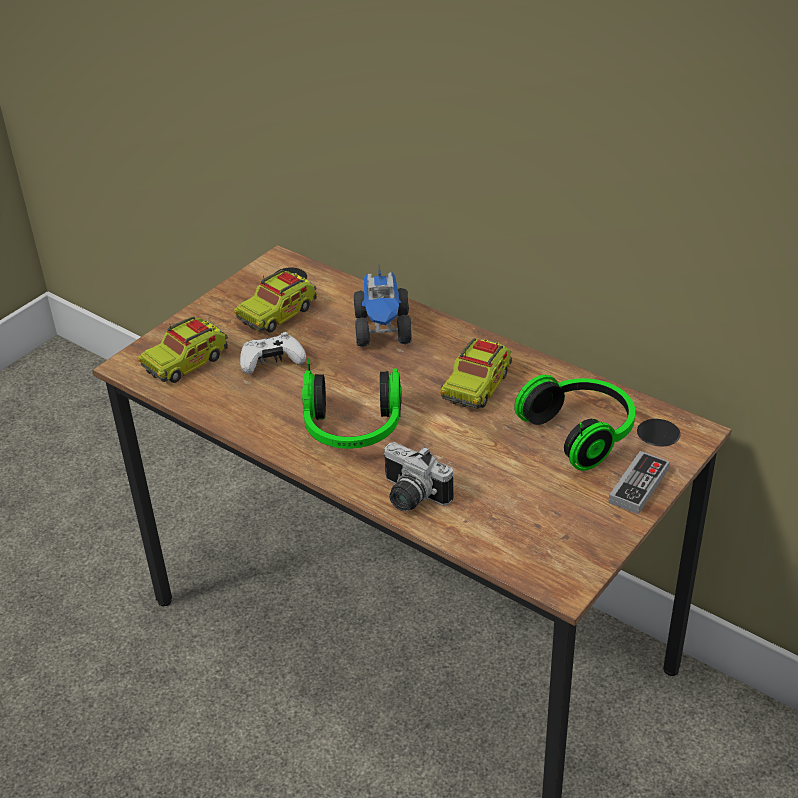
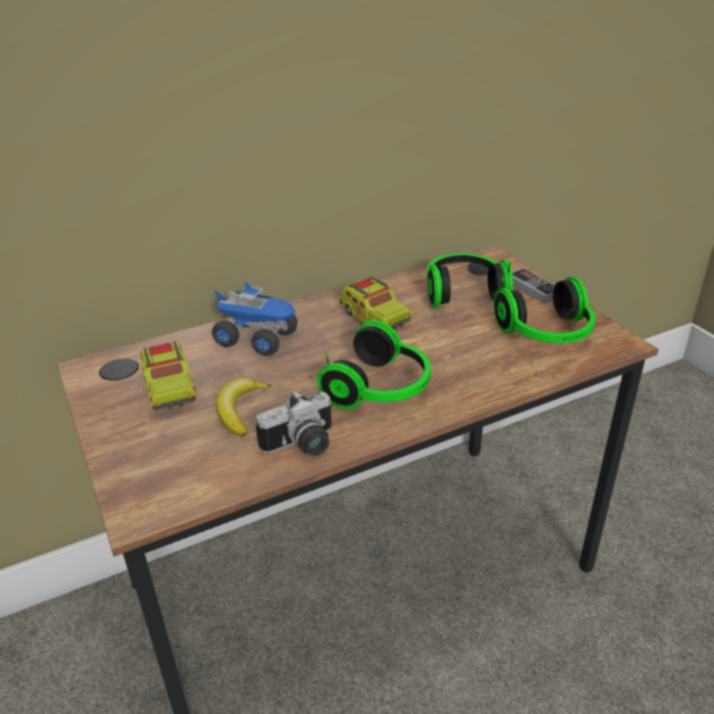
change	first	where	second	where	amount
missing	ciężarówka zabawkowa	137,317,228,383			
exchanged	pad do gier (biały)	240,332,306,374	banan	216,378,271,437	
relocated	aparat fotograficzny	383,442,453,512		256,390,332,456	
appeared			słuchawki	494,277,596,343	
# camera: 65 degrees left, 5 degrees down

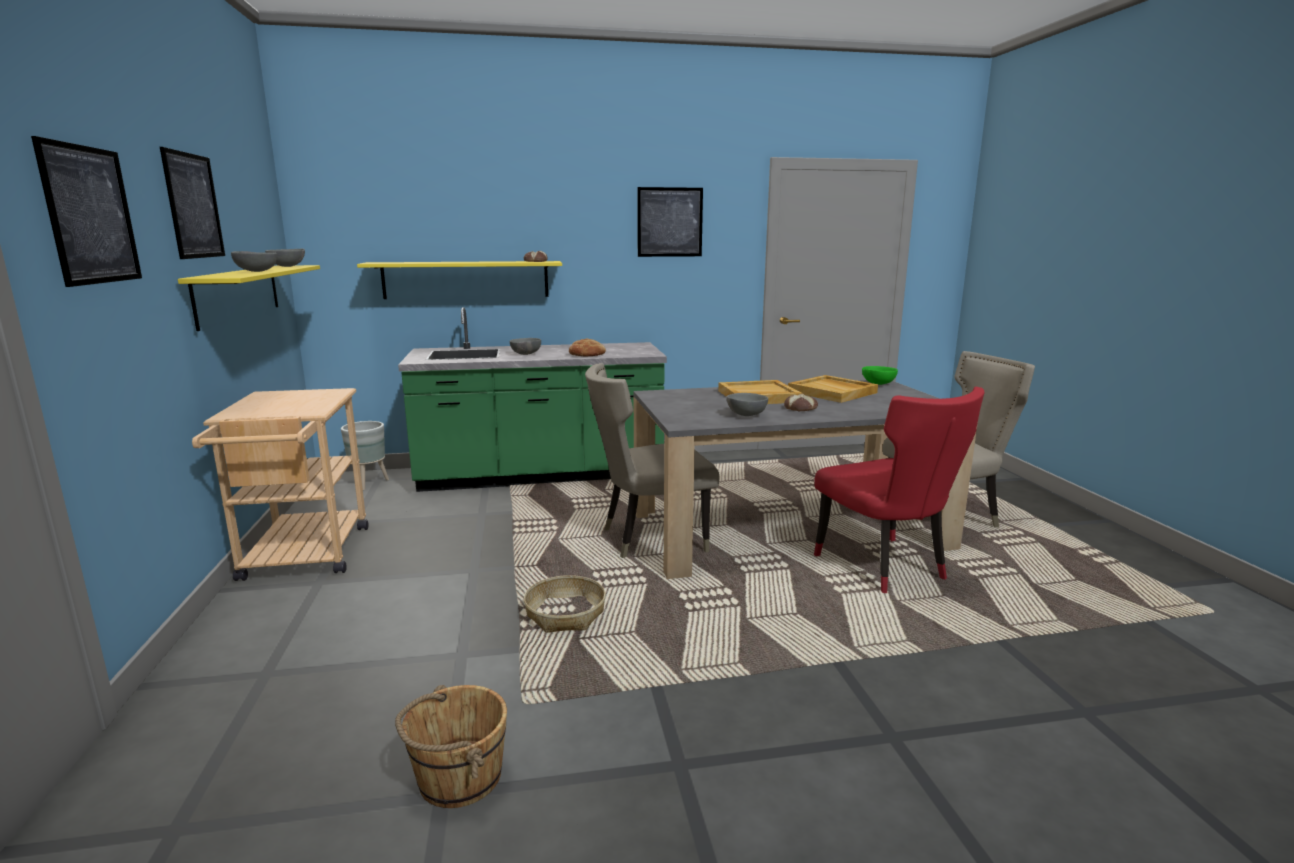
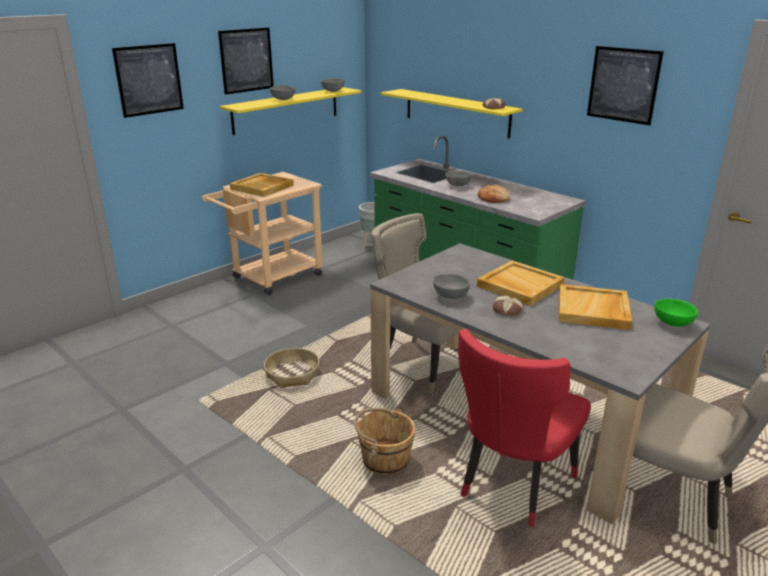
change	first	where	second	where	amount
relocated	wiadro (brązowy)	395,685,507,808		354,408,415,475	
appeared			taca (beżowy)	230,173,294,197	
# camera: 55 degrees right, 10 degrees up

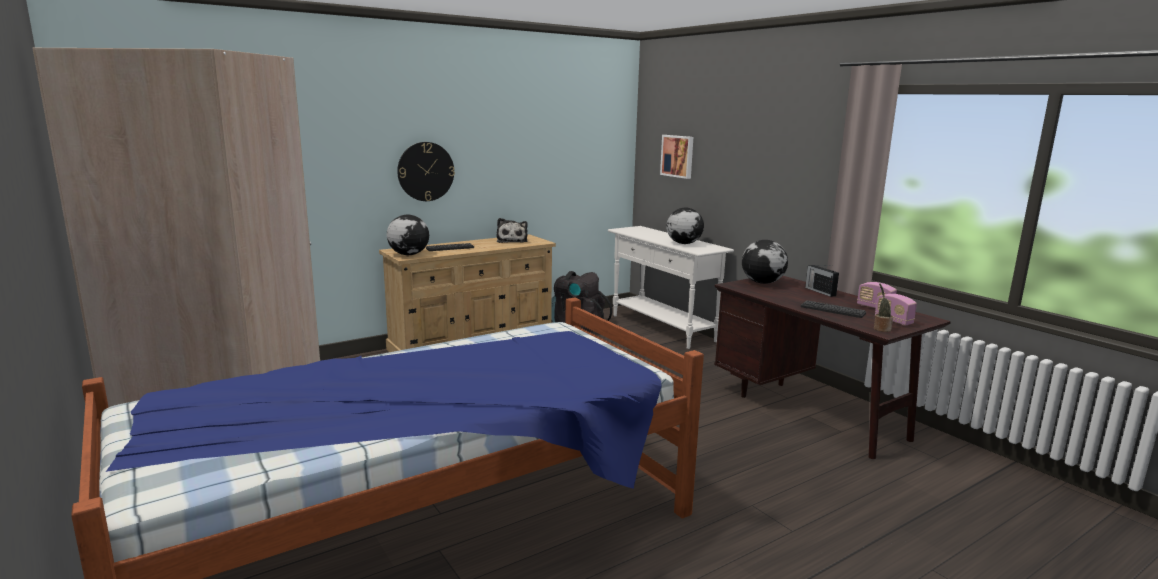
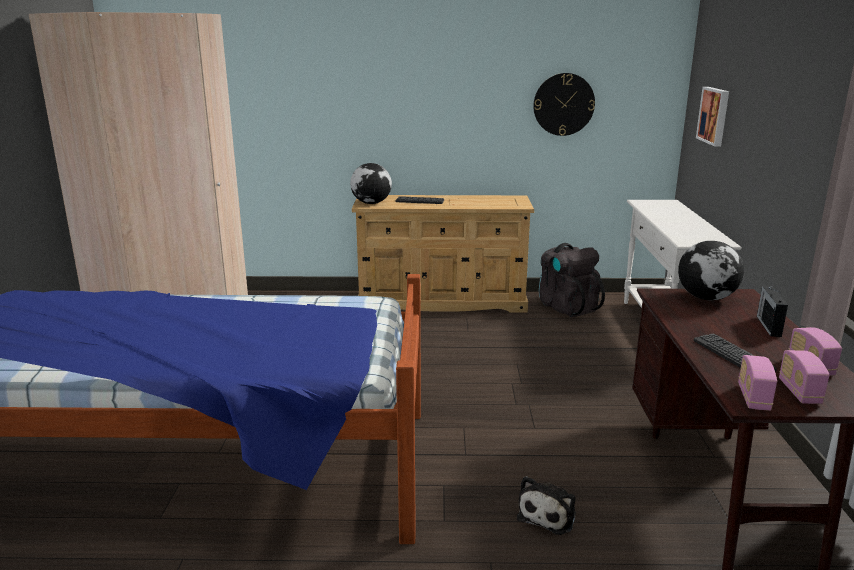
change	first	where	second	where	amount
relocated	zegar ścienny	397,142,455,201		533,73,595,136	
missing	globus	666,207,704,244			
relocated	pluszak	496,218,528,243		517,476,576,535	
exchanged	roślina doniczkowa	874,283,893,332	radio	738,355,777,411	
# camera: 35 degrees right, 5 degrees up

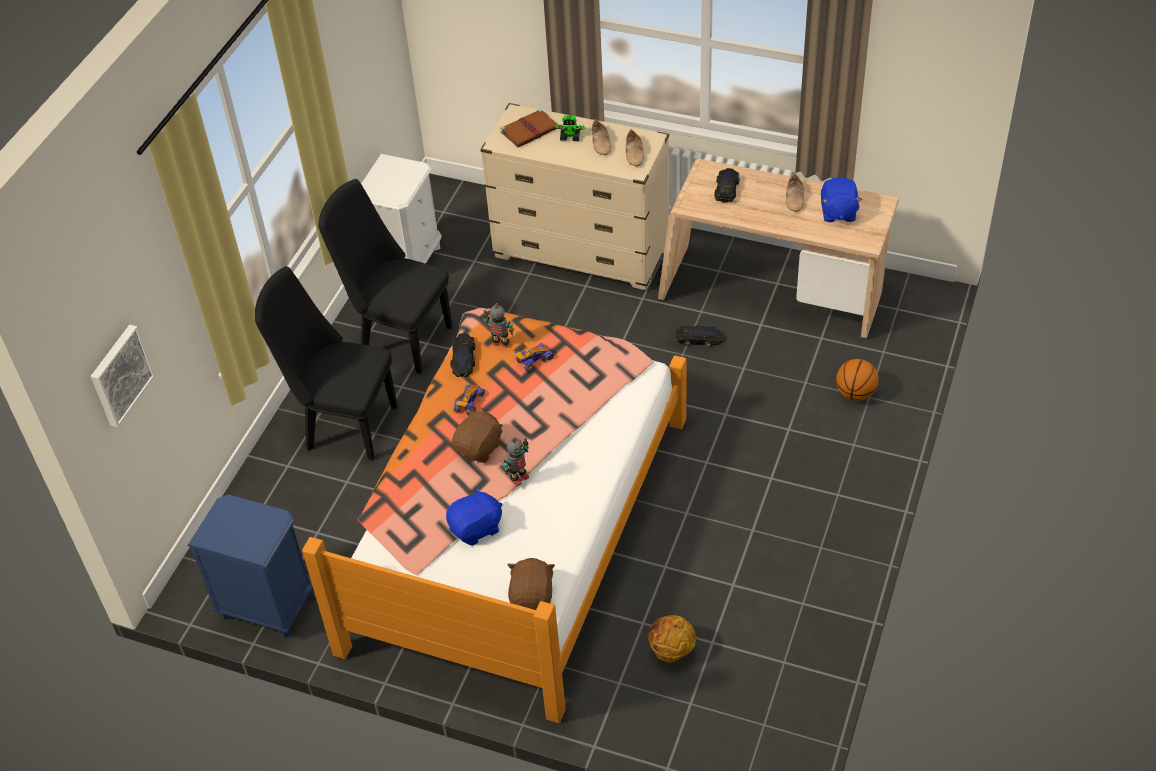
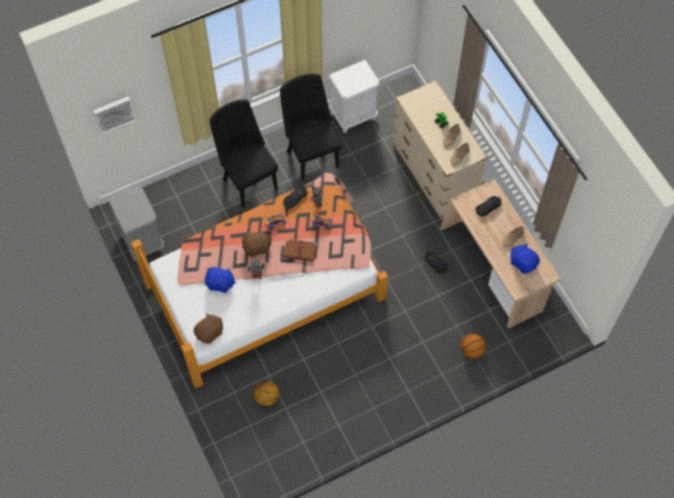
change	first	where	second	where	amount
relocated	książka (brązowy)	500,109,558,147		283,239,319,261	
spun	pluszak (niebieski)	821,177,862,222		510,243,540,274	90 degrees clockwise
colour	szafka nocna (niebieski)	187,494,314,638	szafka nocna (szary)	108,187,164,261	
# camera: 40 degrees right, 15 degrees up

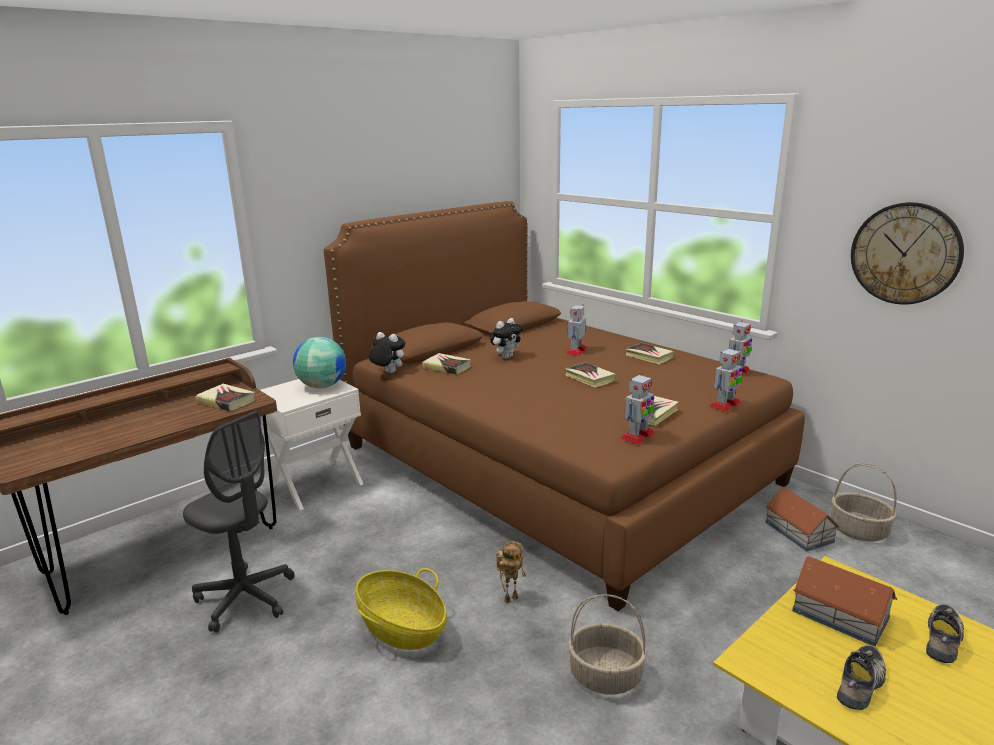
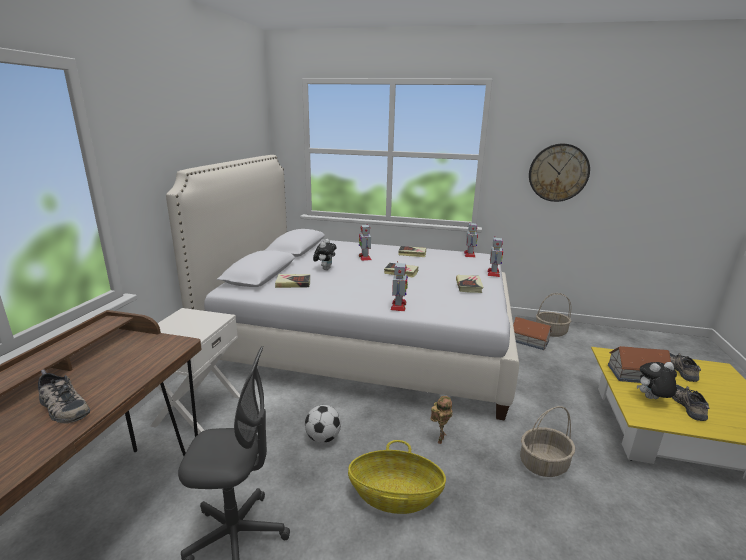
change	first	where	second	where	amount
colour	łóżko (brązowy)	324,201,805,611	łóżko (biały)	166,155,519,421	
relocated	pluszak	368,332,405,373		637,362,677,399	
missing	globus	293,337,346,388			
relocated	robot zabawkowy	621,373,655,445		391,261,408,311	
missing	książka	195,384,255,411			
appeared			but	38,369,90,423	
appeared			piłka futbolowa	305,405,341,443	
# camera: 35 degrees left, 0 degrees up

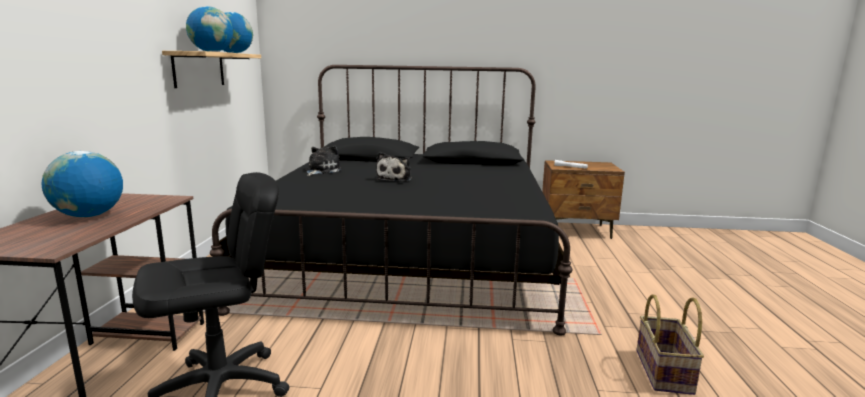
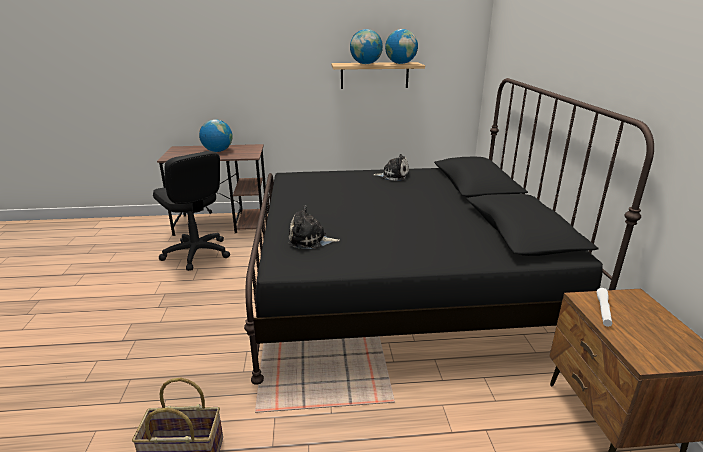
change	first	where	second	where	amount
relocated	pluszak	375,152,412,182		288,205,340,249	
# camera: 80 degrees right, 10 degrees up

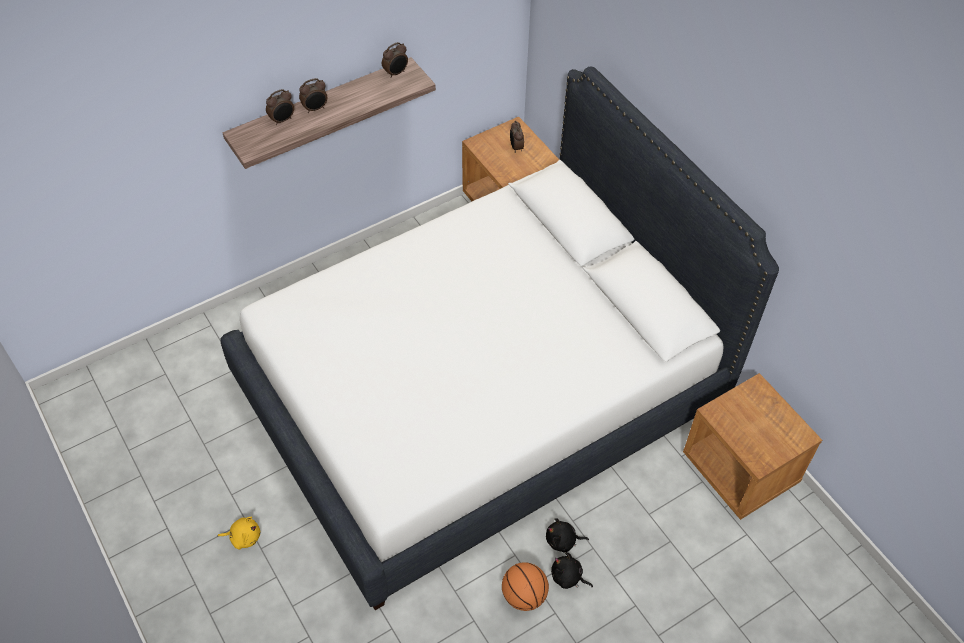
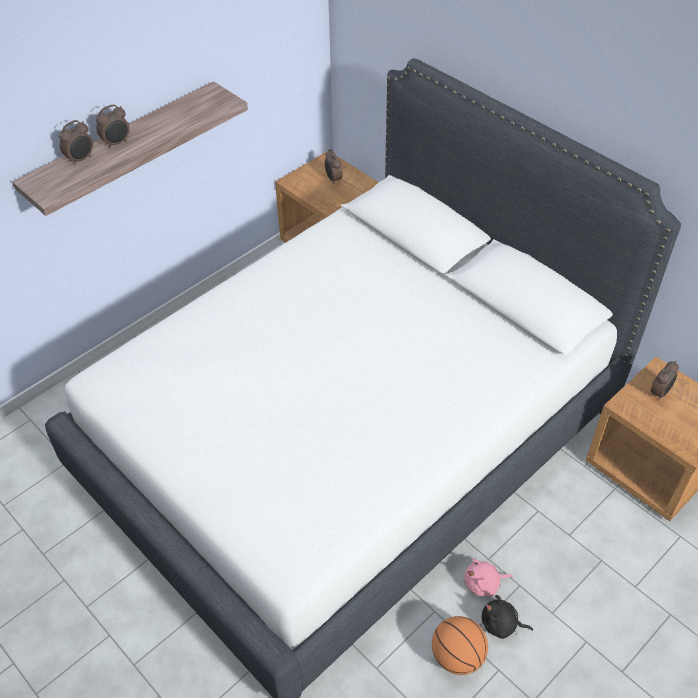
change	first	where	second	where	amount
relocated	budzik	382,42,408,78		650,361,679,400	
missing	pluszak (żółty)	217,516,260,549			
colour	pluszak (czarny)	546,518,589,552	pluszak (różowy)	464,559,513,597	
# camera: 10 degrees left, 5 degrees down

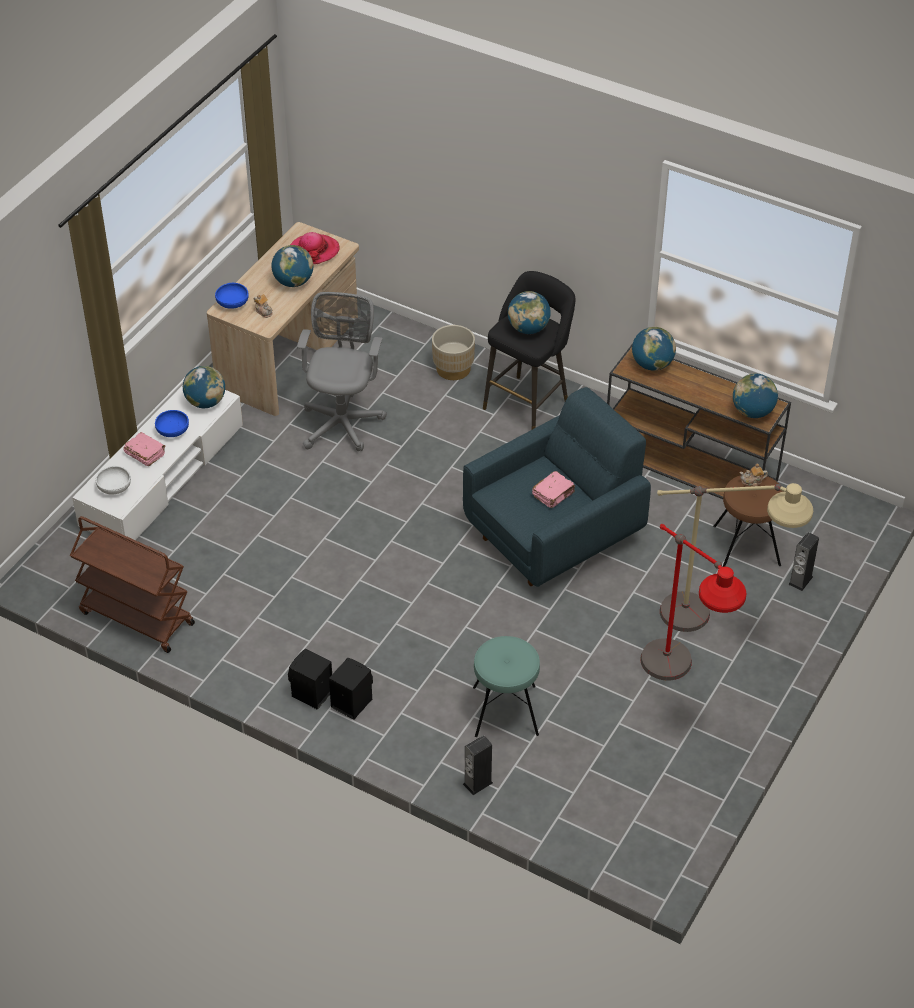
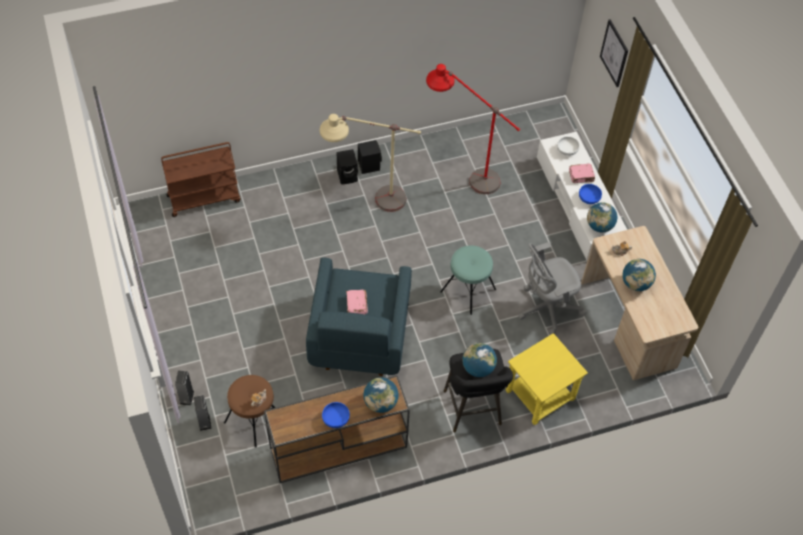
change	first	where	second	where	amount
missing	kapelusz	290,232,340,264			
relocated	miska (niebieski)	215,283,249,309		322,402,350,428	
spun	krzesło biurowe (szary)	297,292,387,451		518,242,587,334	105 degrees clockwise
exchanged	donica (beżowy)	432,325,475,380	stolik (żółty)	506,333,588,425	
missing	globus	733,373,778,418			
relocated	lampa stojąca (beżowy)	657,483,813,632		320,114,421,212	
relocated	wózek (brązowy)	70,516,195,653		161,142,240,217	
relocated	lampa stojąca (czerwony)	640,524,747,680		426,64,520,194	
relocated	stołek (turkusowy)	473,636,540,737		440,245,496,315	
relocated	głośnik	463,735,493,795		175,370,194,406	
appeared			obraz	600,19,628,87	
# camera: 130 degrees right, 10 degrees up

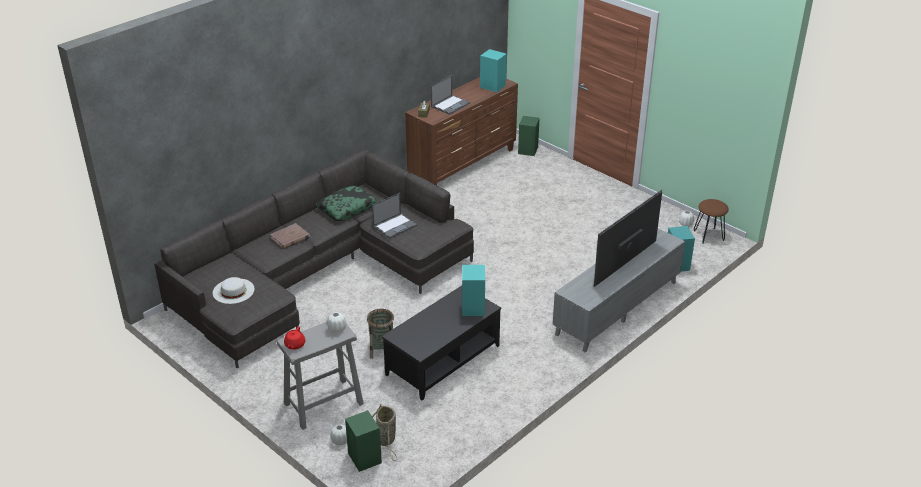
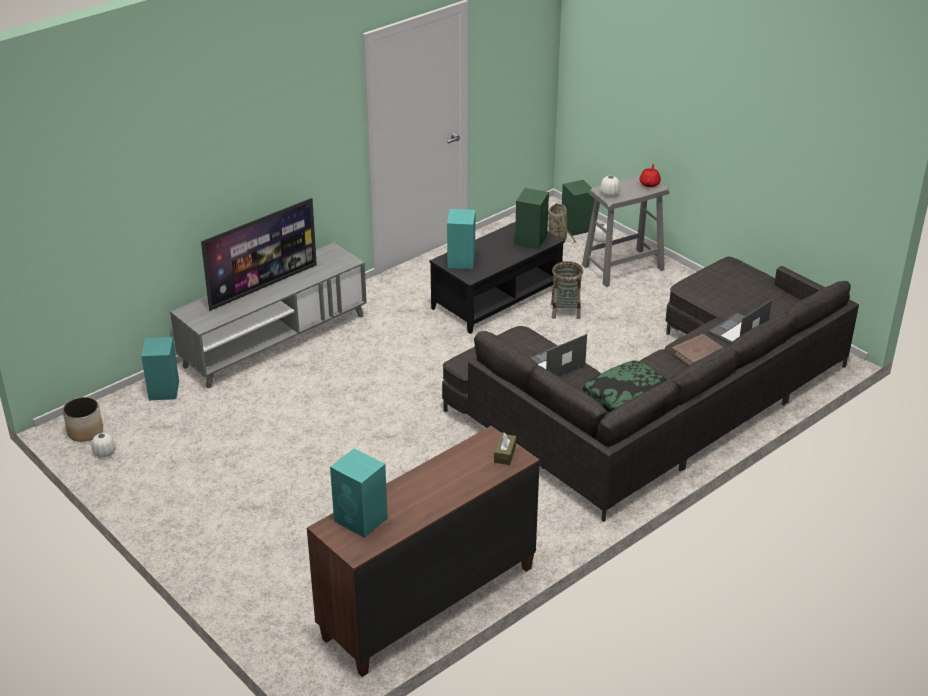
change	first	where	second	where	amount
relocated	laptop	431,75,470,115		708,299,772,344	
relocated	głośnik (zielony)	518,116,540,156		515,188,549,249	
exchanged	stołek (brązowy)	694,199,729,244	donica	62,397,103,442	
missing	kapelusz (biały)	213,277,255,304			
# camera: 175 degrees left, 0 degrees up

